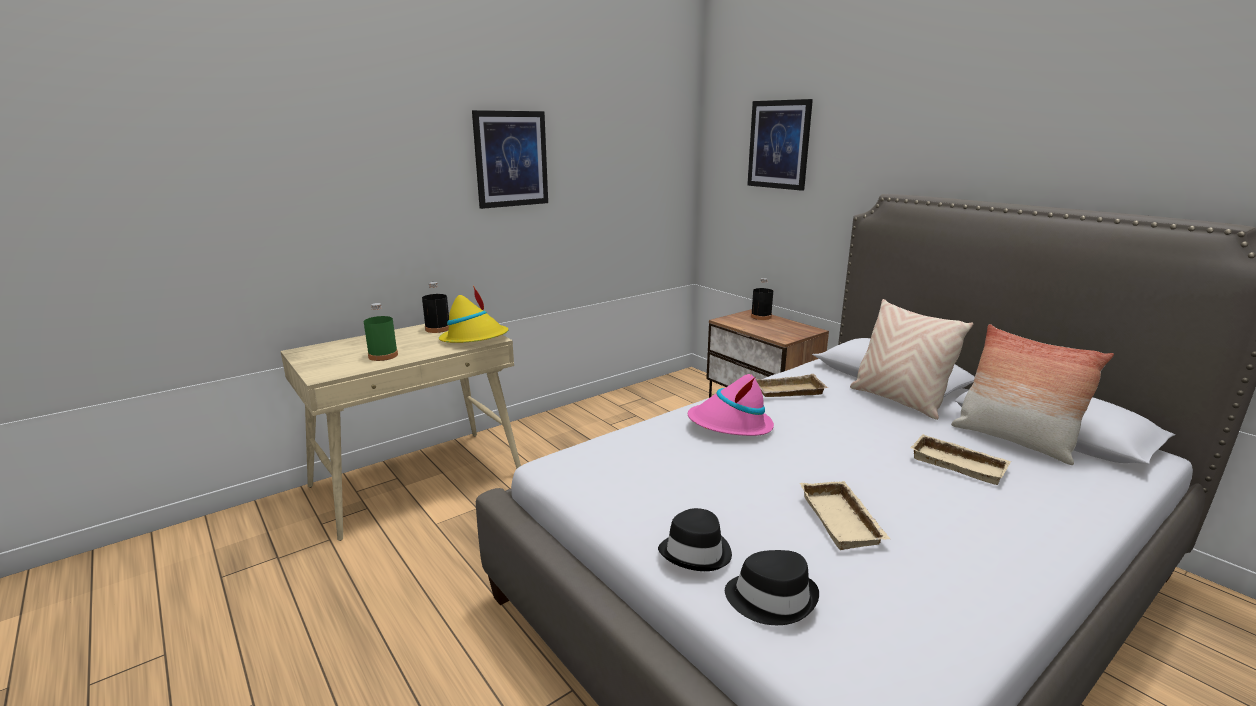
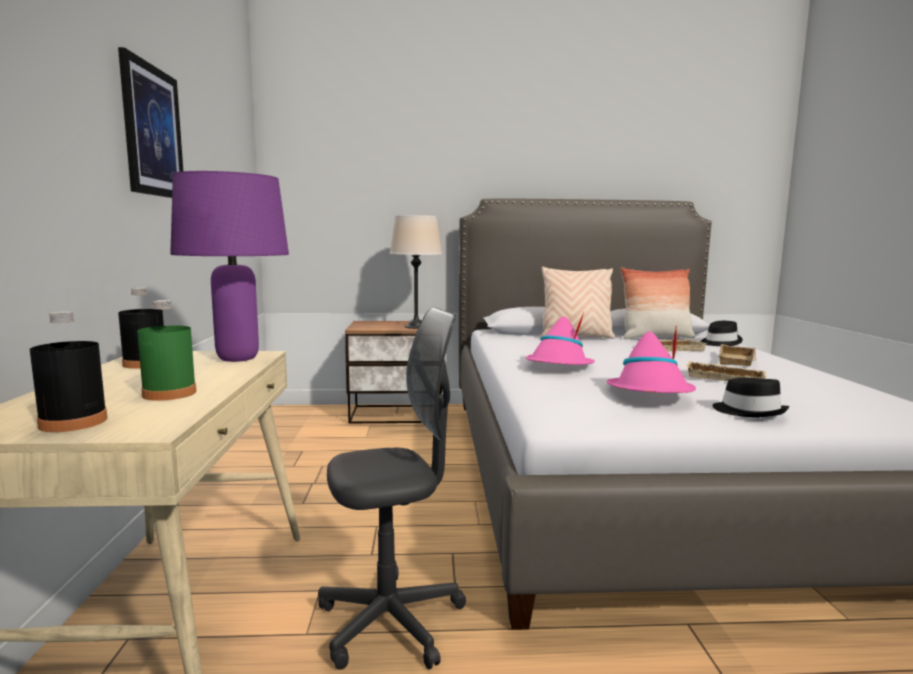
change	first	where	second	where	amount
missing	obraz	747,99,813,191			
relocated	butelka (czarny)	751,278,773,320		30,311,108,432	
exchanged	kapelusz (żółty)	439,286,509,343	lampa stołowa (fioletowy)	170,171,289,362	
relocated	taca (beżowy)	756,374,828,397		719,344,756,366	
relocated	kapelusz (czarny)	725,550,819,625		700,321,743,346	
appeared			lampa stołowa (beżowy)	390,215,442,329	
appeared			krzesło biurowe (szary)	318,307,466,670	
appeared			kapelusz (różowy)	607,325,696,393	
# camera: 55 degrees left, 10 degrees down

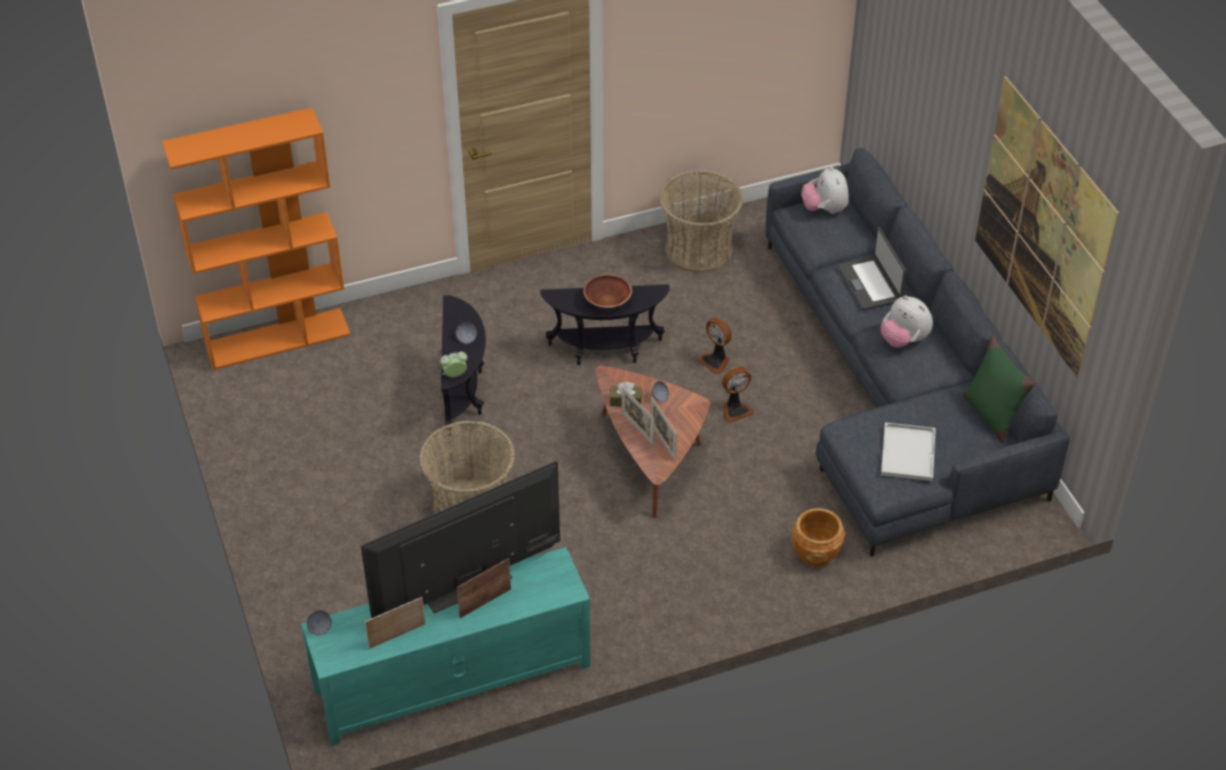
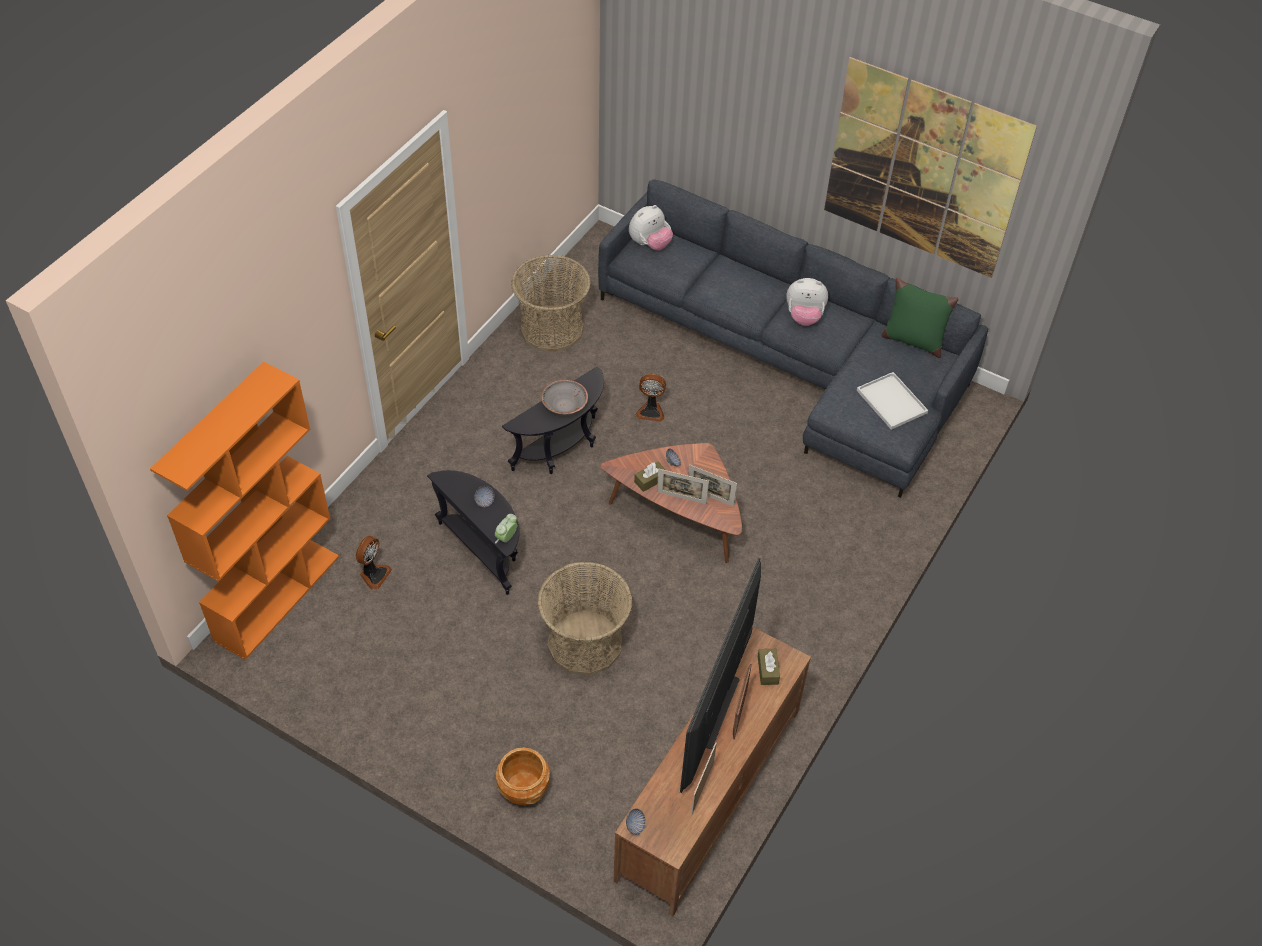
change	first	where	second	where	amount
spun	pluszak	801,166,849,214		629,205,673,251	75 degrees counterclockwise
missing	laptop	837,227,906,310			
colour	miska (brązowy)	583,274,632,308	miska (szary)	541,380,588,415	
relocated	wentylator	722,367,754,423		356,536,392,590	
relocated	donica (brązowy)	792,508,846,567		496,748,550,806	
colour	szafka pod telewizor (turkusowy)	301,547,591,746	szafka pod telewizor (brązowy)	613,627,811,917	
appeared			pudełko chusteczek (brązowy)	758,649,780,685	
# camera: 40 degrees left, 5 degrees up

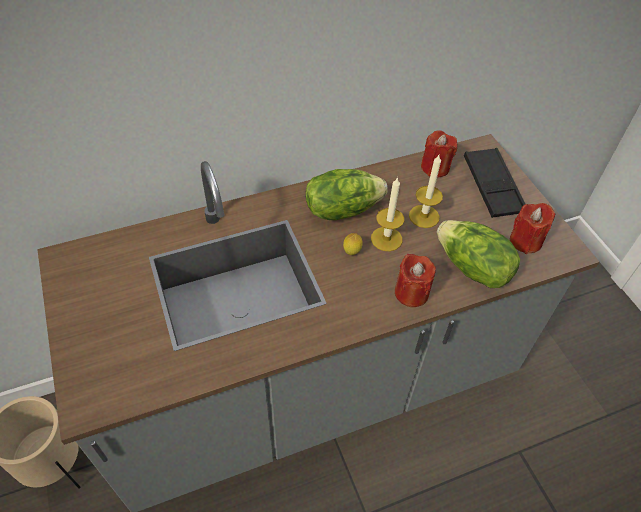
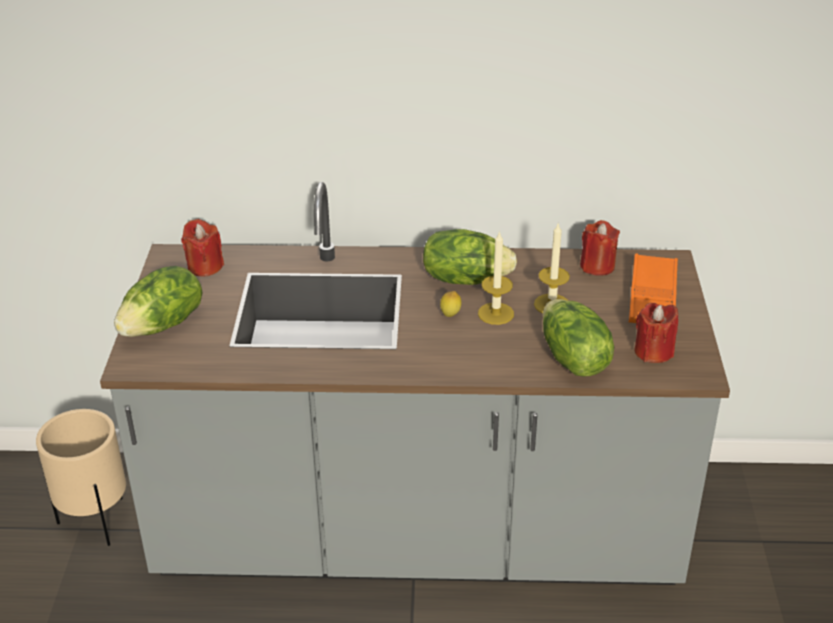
change	first	where	second	where	amount
colour	taca (czarny)	464,148,525,218	taca (pomarańczowy)	629,254,678,323	
relocated	świeca (czerwony)	395,254,436,307		181,219,224,276	
appeared			sałata	114,266,202,337	
# camera: 25 degrees right, 15 degrees down

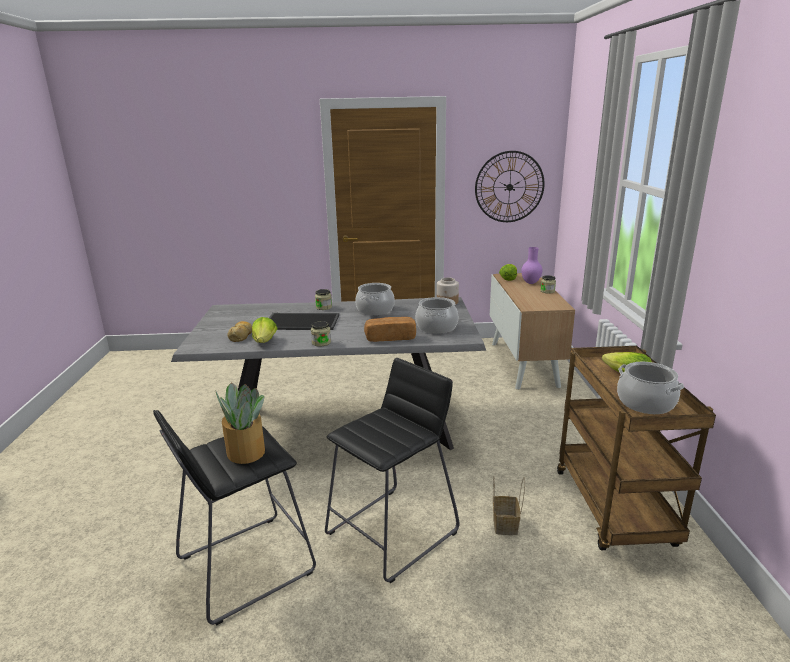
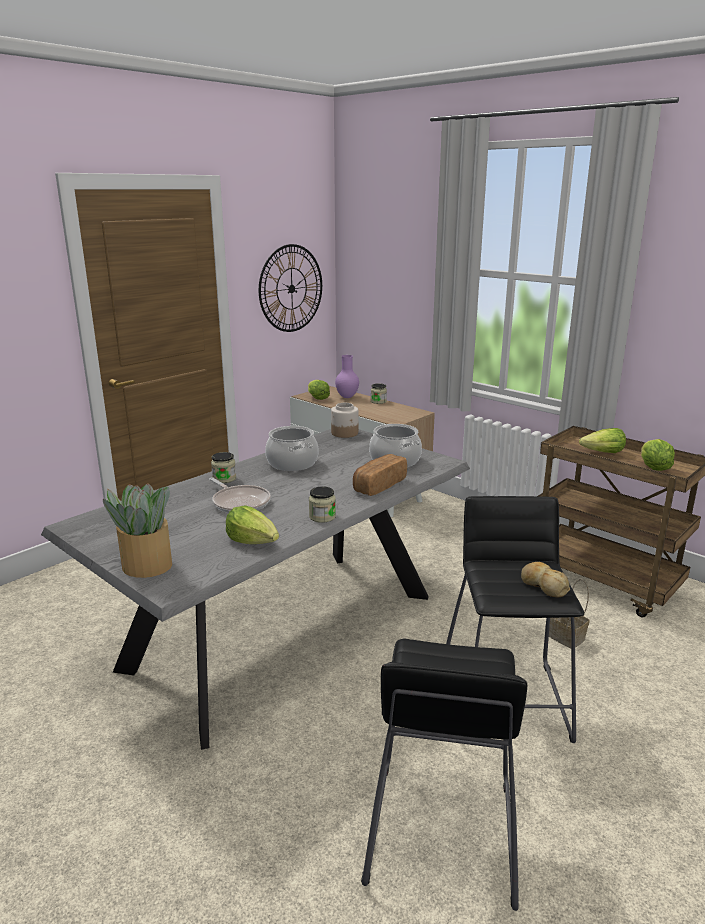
change	first	where	second	where	amount
exchanged	taca	269,313,339,330	patelnia	209,477,271,513	
relocated	chleb	228,321,252,342		521,562,570,597	
exchanged	garnek	617,362,684,414	sałata	641,439,675,471	
relocated	roślina doniczkowa	215,383,265,464		103,483,172,578	
# camera: 45 degrees left, 0 degrees up

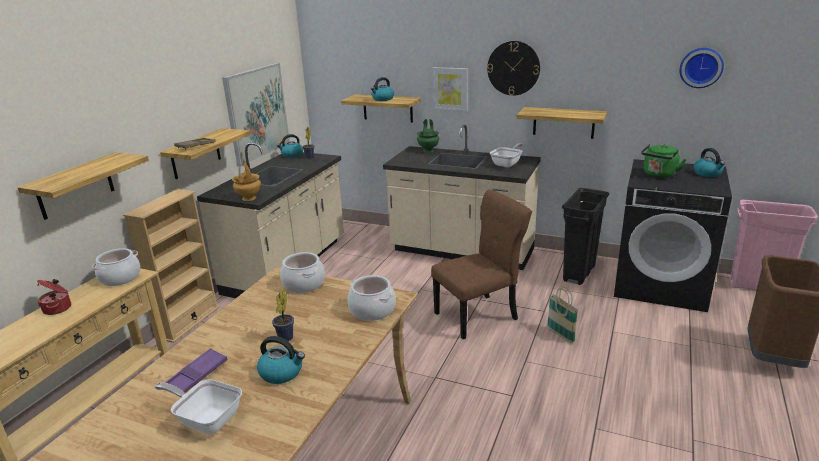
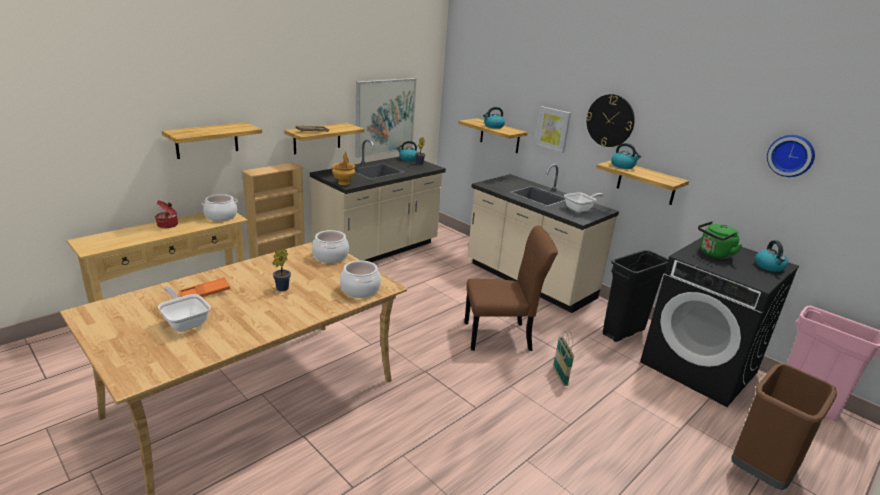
change	first	where	second	where	amount
missing	wazon (zielony)	417,119,439,153			
relocated	czajnik	257,336,305,384		611,143,641,169	
colour	taca (fioletowy)	165,348,227,393	taca (pomarańczowy)	179,278,230,297	
# camera: 20 degrees right, 0 degrees up

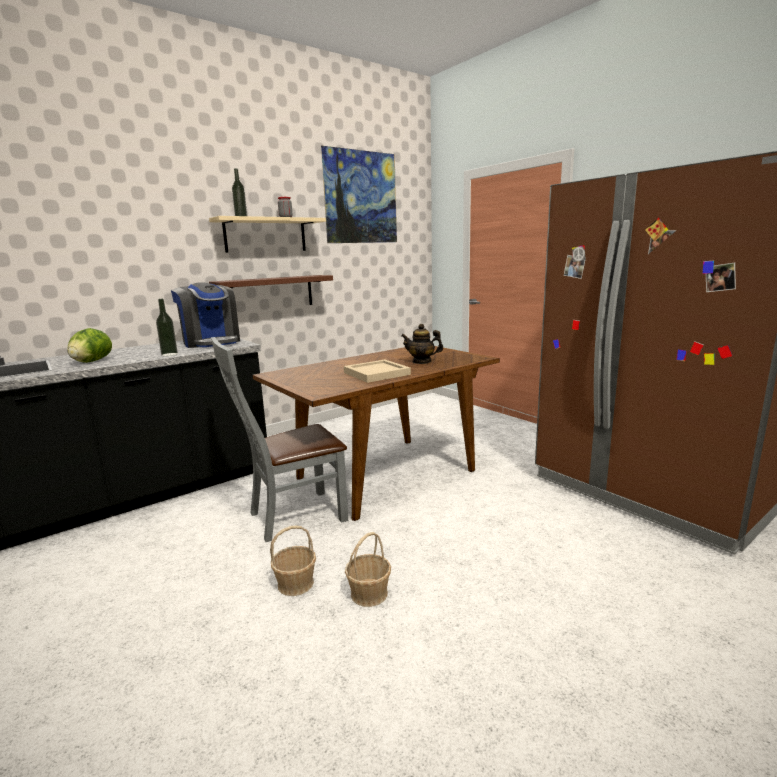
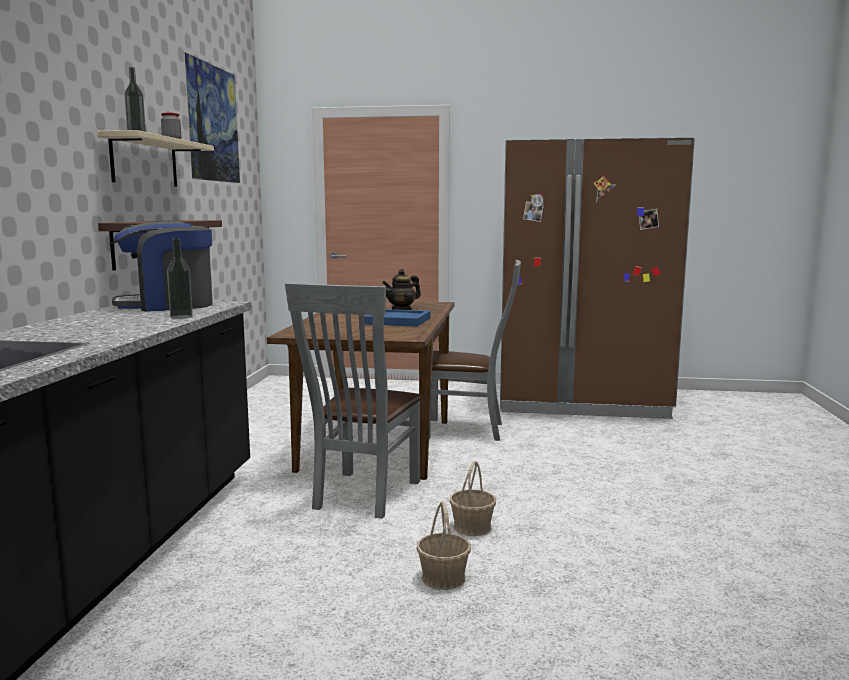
change	first	where	second	where	amount
spun	ekspres do kawy	171,282,240,348		109,221,213,312	150 degrees clockwise
missing	sałata	67,328,112,363			
colour	taca (beżowy)	344,360,411,383	taca (niebieski)	364,309,431,327	
relocated	koszyk	345,532,391,607		417,501,471,590	
appeared			krzesło (szary)	429,260,521,441	
# camera: 45 degrees left, 5 degrees down

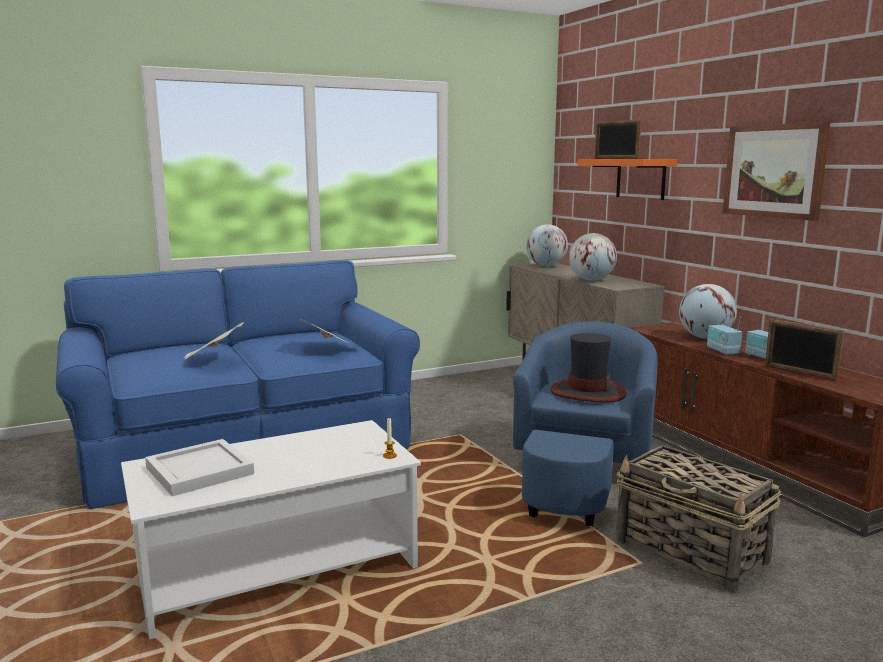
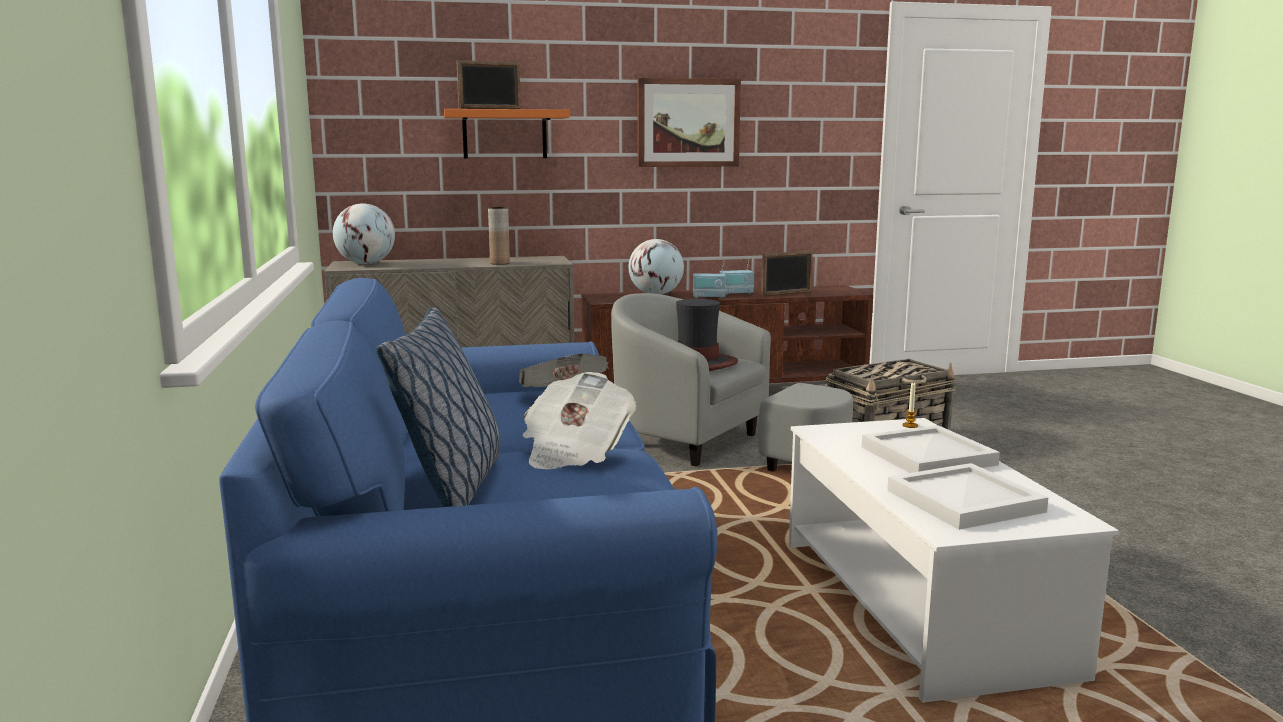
change	first	where	second	where	amount
exchanged	globus	569,233,617,281	wazon (brązowy)	488,207,510,265	
colour	fotel (niebieski)	513,321,658,526	fotel (szary)	611,293,853,472	
appeared			poduszka	376,307,500,507	
appeared			taca (biały)	862,425,1000,473	
# camera: 75 degrees left, 0 degrees up

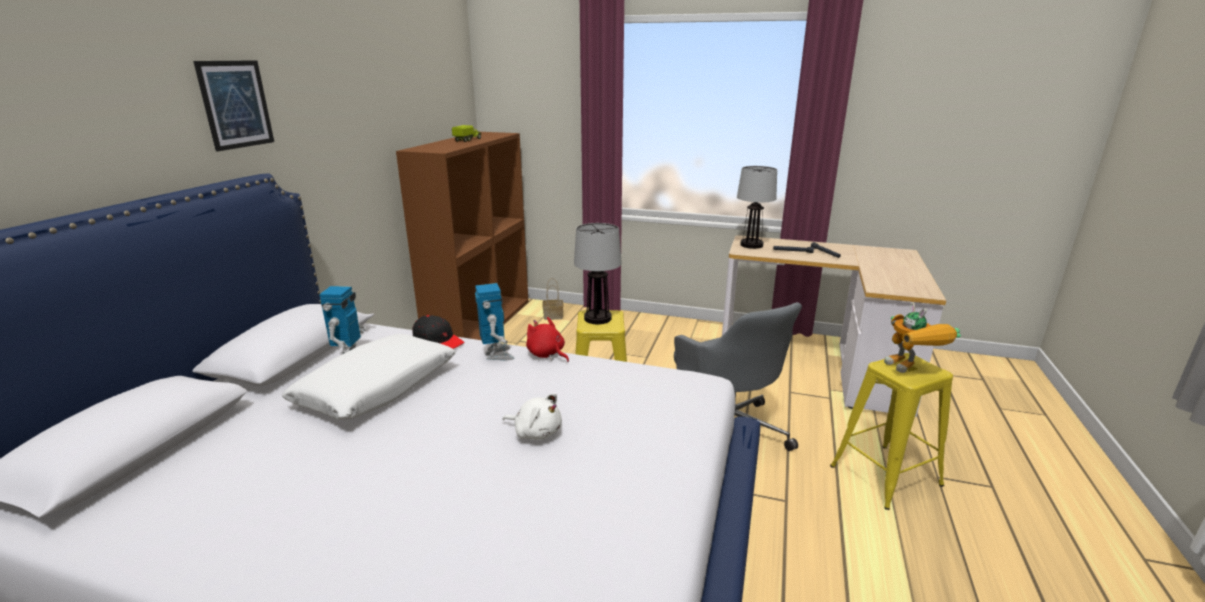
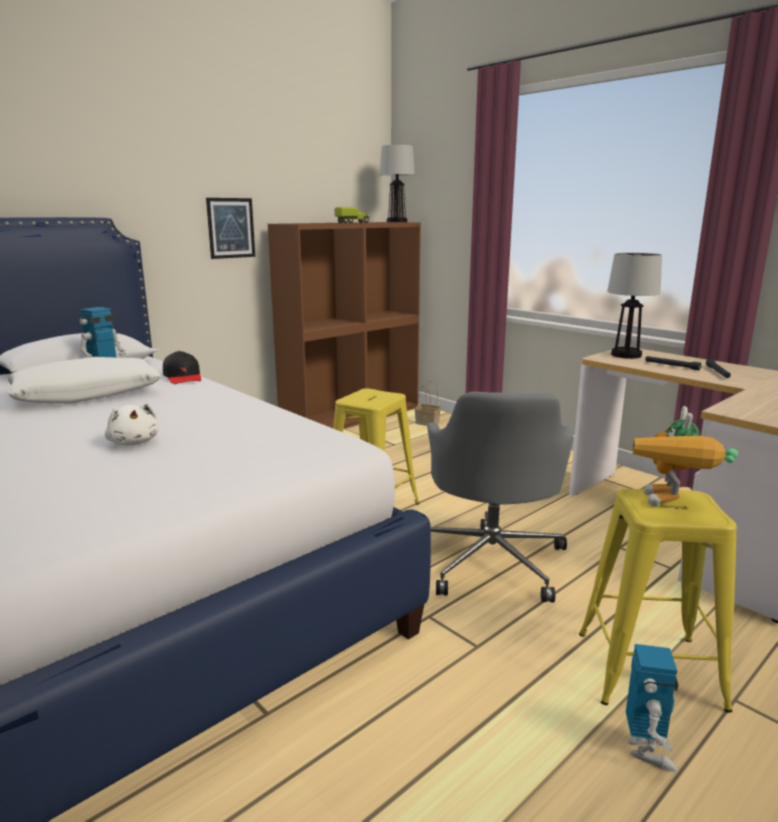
change	first	where	second	where	amount
relocated	obraz	193,60,274,151		206,198,255,259	
relocated	lampa stołowa	574,223,622,324		380,145,415,222	
relocated	robot zabawkowy	475,283,515,361		626,644,678,772	
missing	pluszak (czerwony)	526,317,569,362			
# camera: 30 degrees right, 5 degrees down

